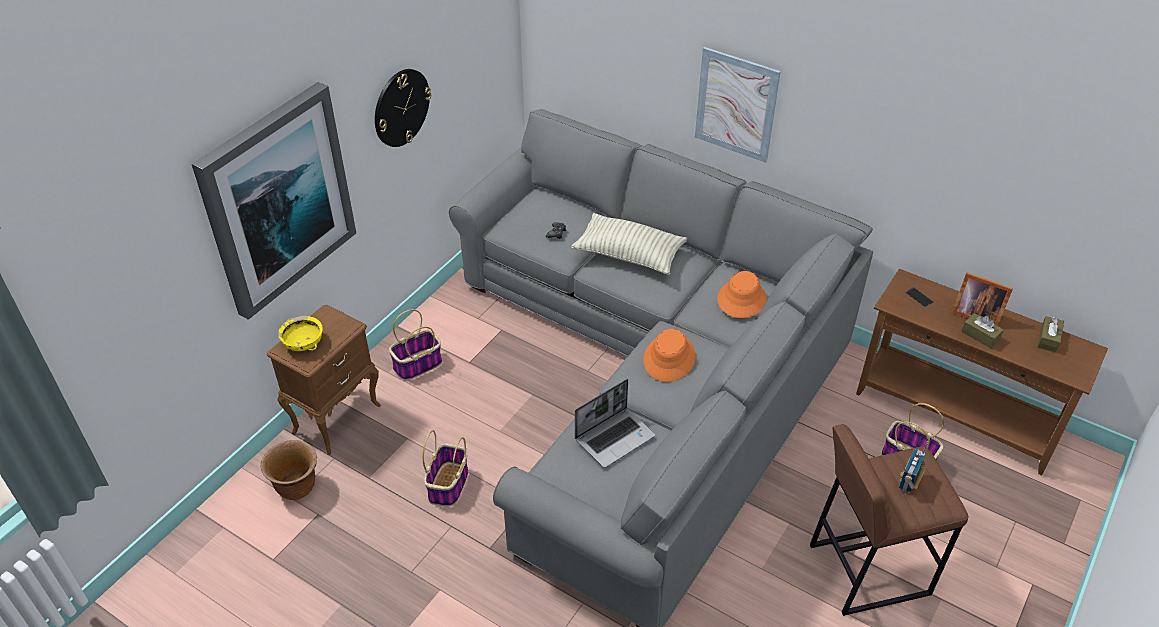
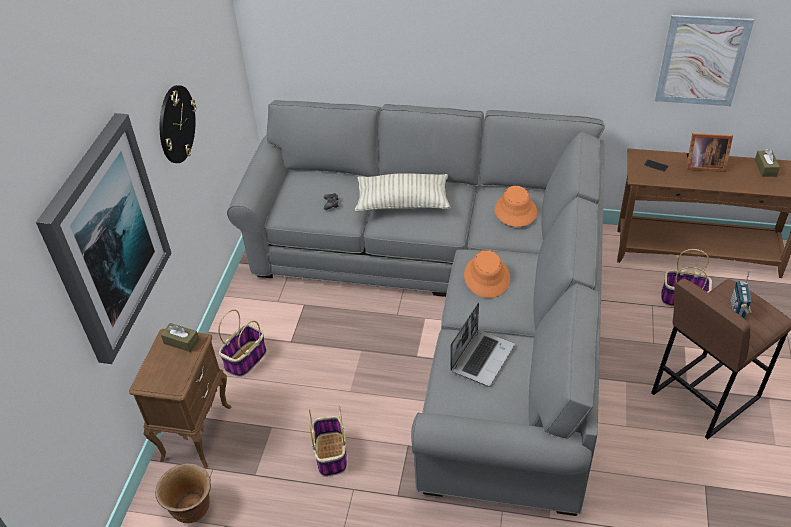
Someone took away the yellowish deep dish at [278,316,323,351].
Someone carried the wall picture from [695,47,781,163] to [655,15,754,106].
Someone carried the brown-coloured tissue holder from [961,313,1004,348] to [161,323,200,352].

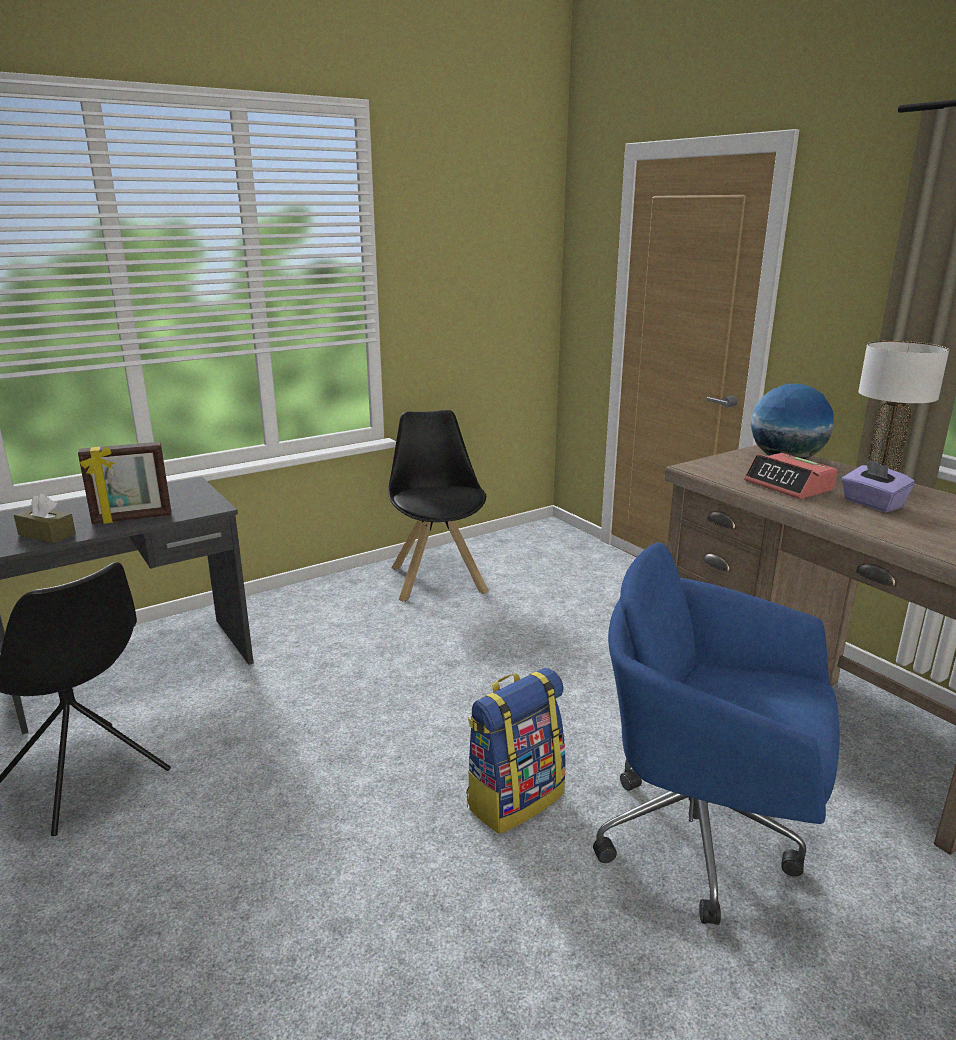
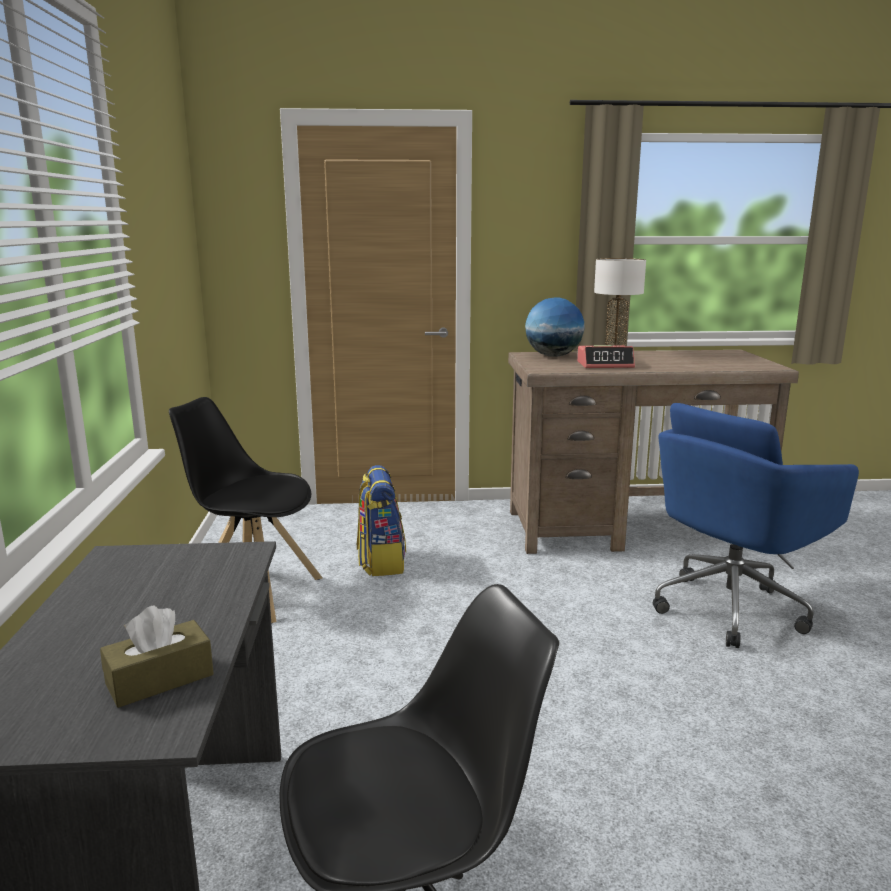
Someone took away the standing frame at [78,442,171,524].
Someone carried the rucksack from [466,668,566,834] to [357,465,406,576].
Someone took away the purple-coloured tissue holder at [841,459,915,512].

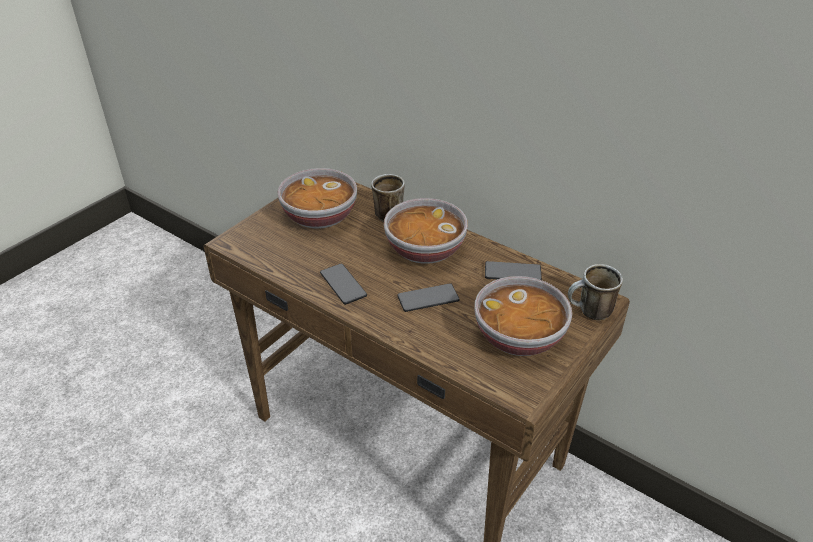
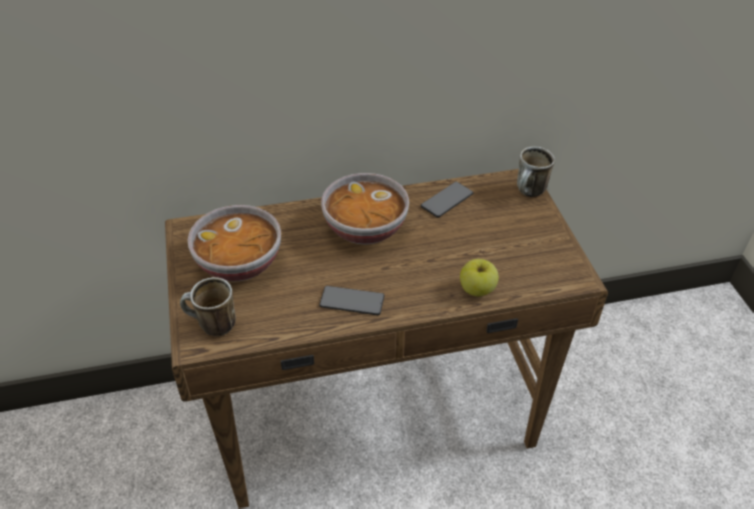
Someone carried the coffee mug from [371,174,405,222] to [180,277,236,336].
Someone took away the handset at [397,283,460,312].
Someone took away the deep dish at [474,276,572,356].
Someone put down the apple fruit at [460,259,499,297].

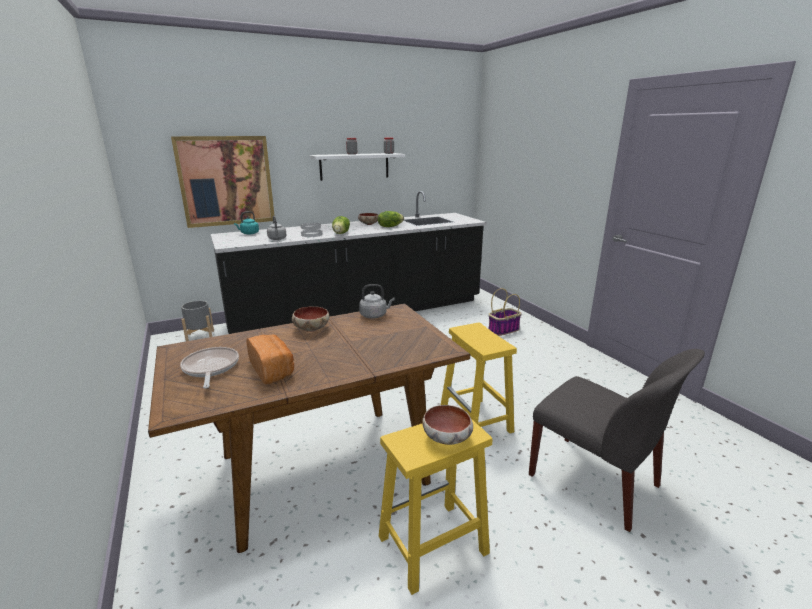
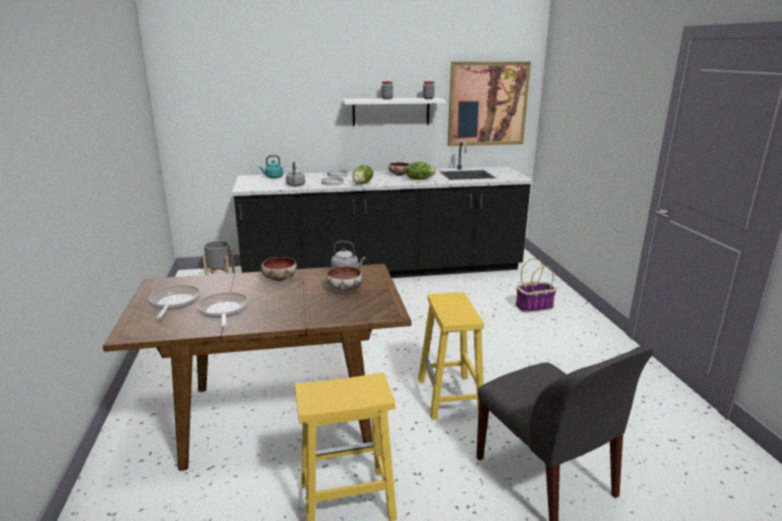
Someone carried the wall picture from [171,136,274,228] to [448,62,531,146].
Someone swapped the baked bread at [246,335,294,384] for the skillet at [197,292,249,327].
Someone carried the deep dish from [422,405,473,445] to [326,266,363,291].

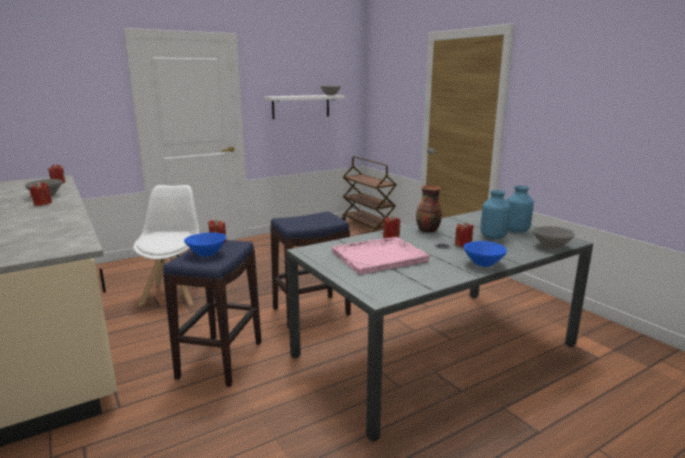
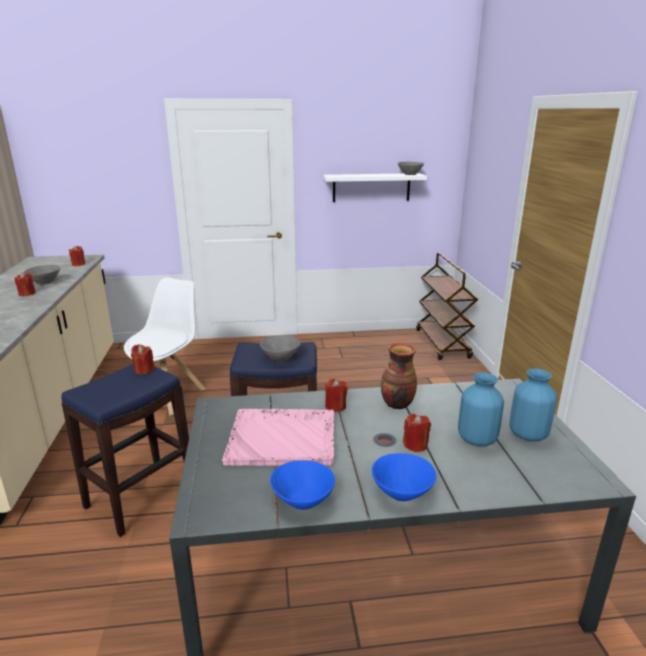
Someone carried the bluish deep dish from [184,232,226,256] to [270,460,335,510].
Someone carried the greyish deep dish from [533,226,575,249] to [260,335,301,362].

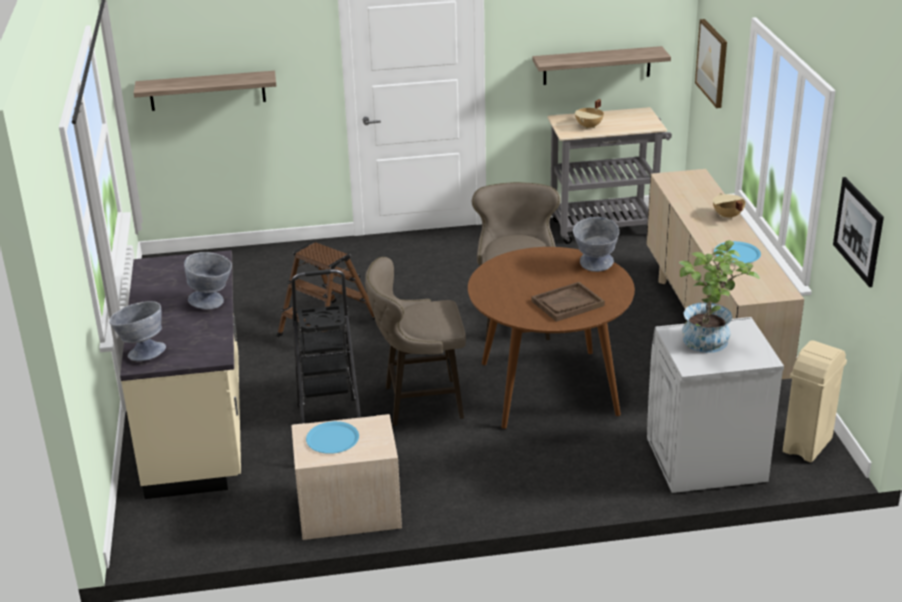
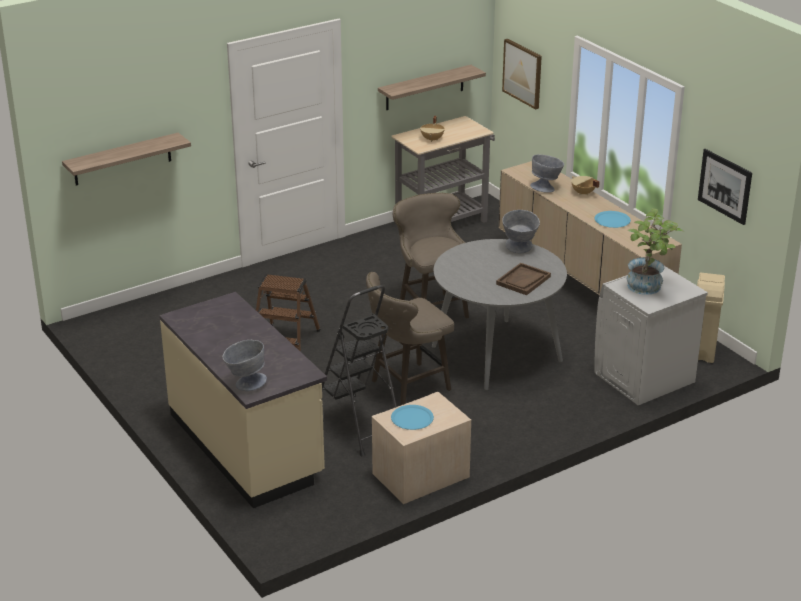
Someone carried the greyish deep dish from [184,252,232,310] to [530,154,564,193].
Someone repainted the brown-coloured dinner table at [468,247,635,429], which became the greyish dinner table at [432,239,567,390].

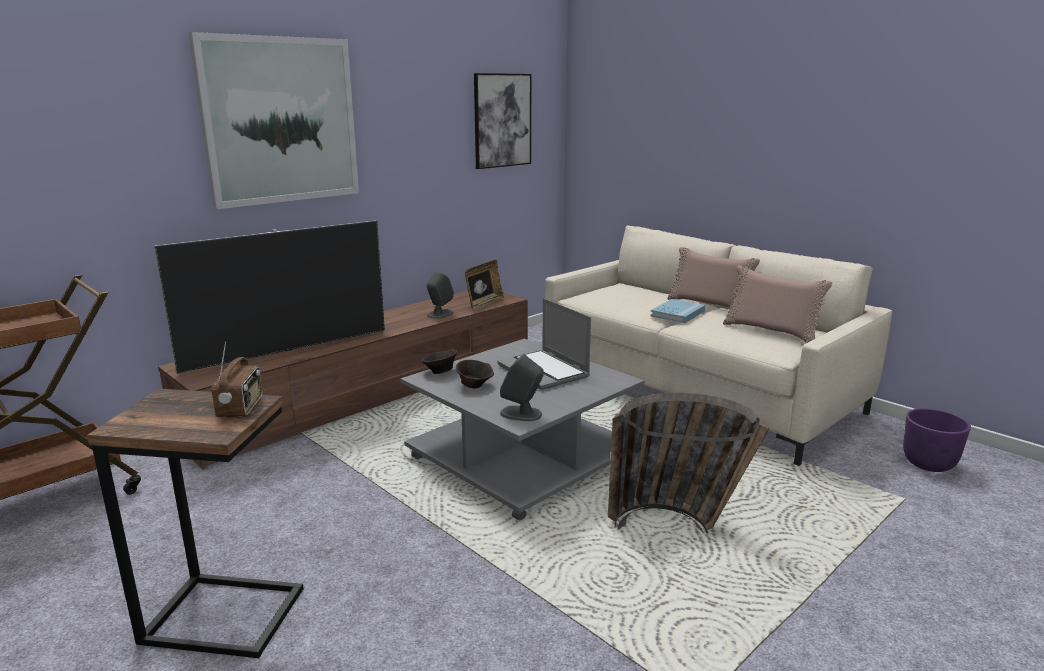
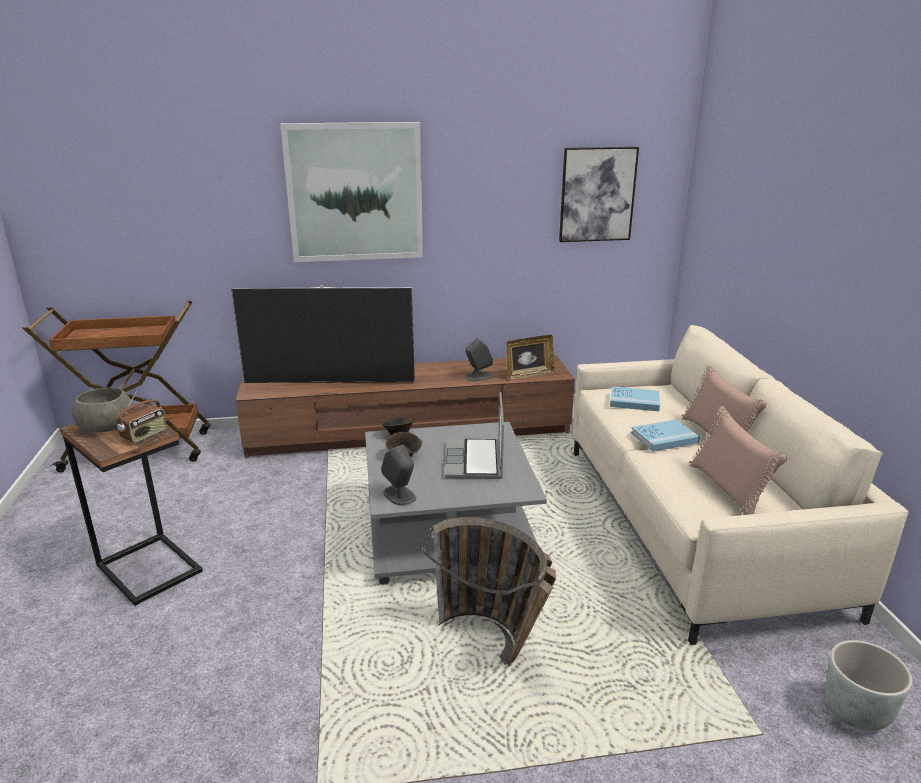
Someone repainted the purple-coloured planter at [903,408,971,472], which became the greyish planter at [825,640,912,731].
Someone put down the greyish deep dish at [72,387,133,433].
Someone put down the bluish book at [610,386,660,411].

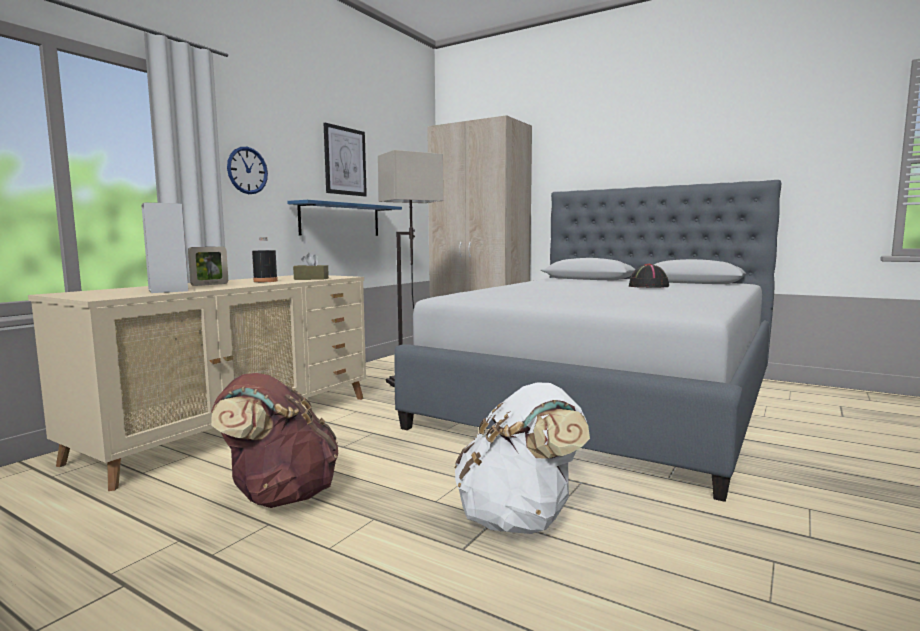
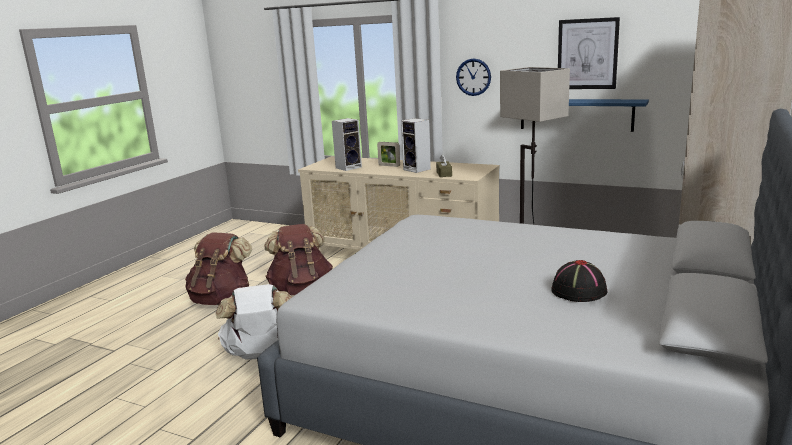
Someone swapped the black-coloured beverage bottle at [252,237,278,282] for the audio speaker at [401,118,431,173].
Someone put down the brown-coloured rucksack at [185,232,252,305].

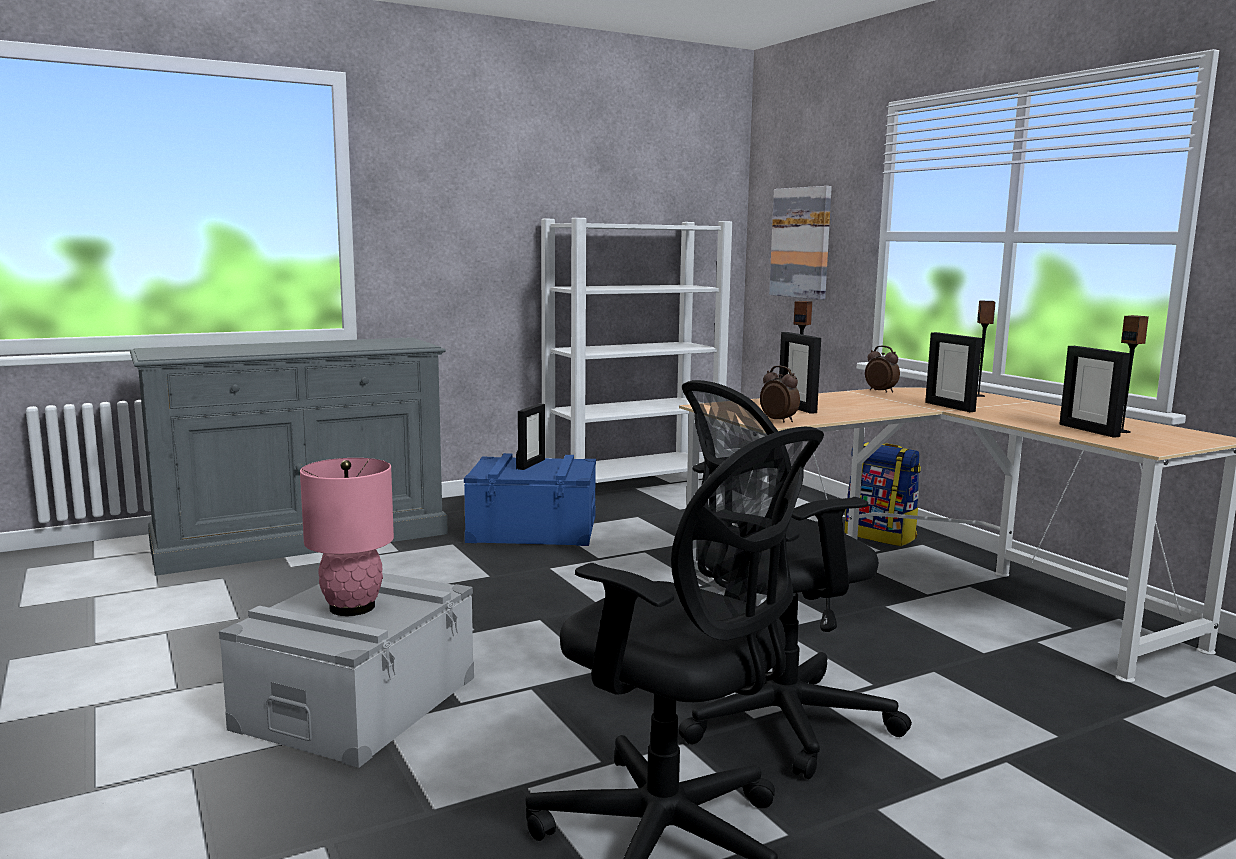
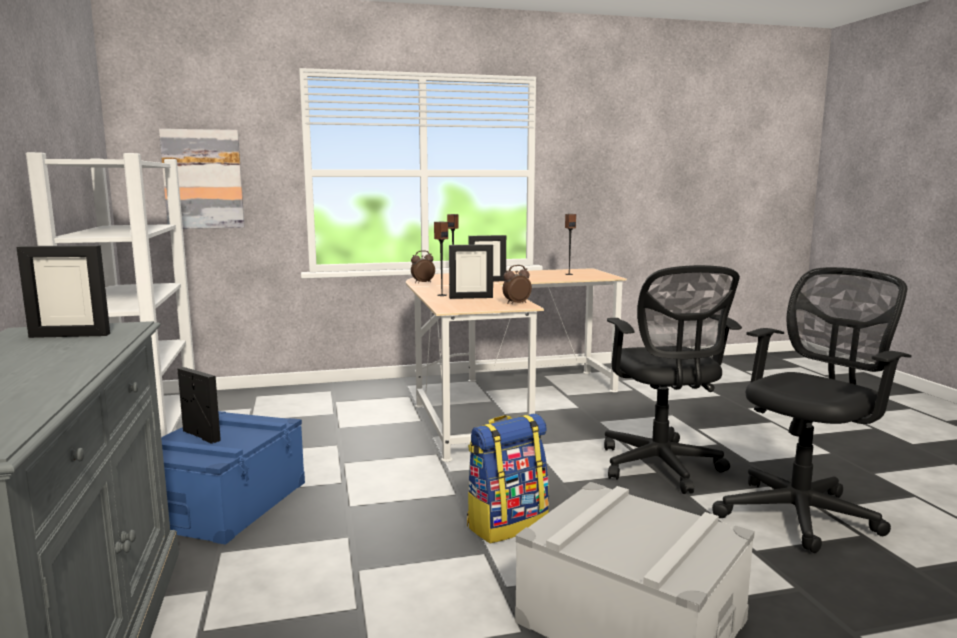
Someone took away the pink-coloured table lamp at [300,458,394,616].
Someone carried the rucksack from [845,442,921,546] to [467,414,549,543].
Someone carried the standing frame from [1059,346,1130,438] to [16,245,110,338].

